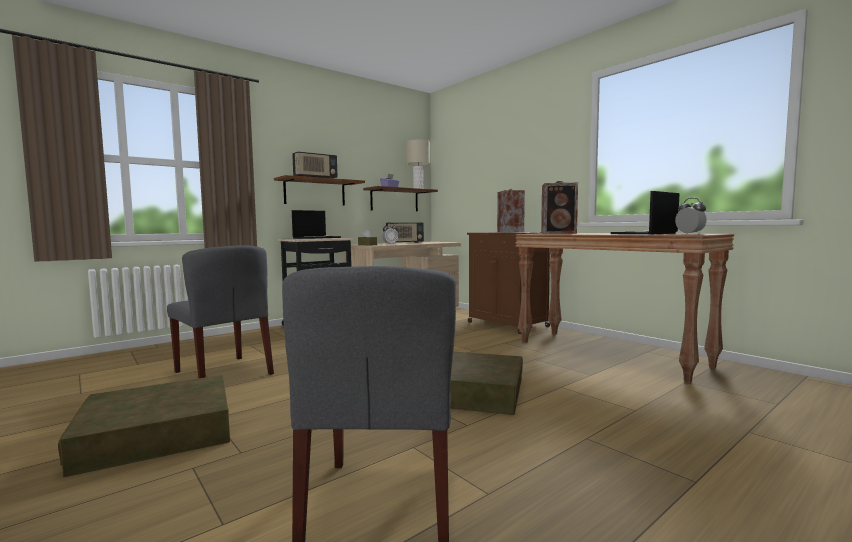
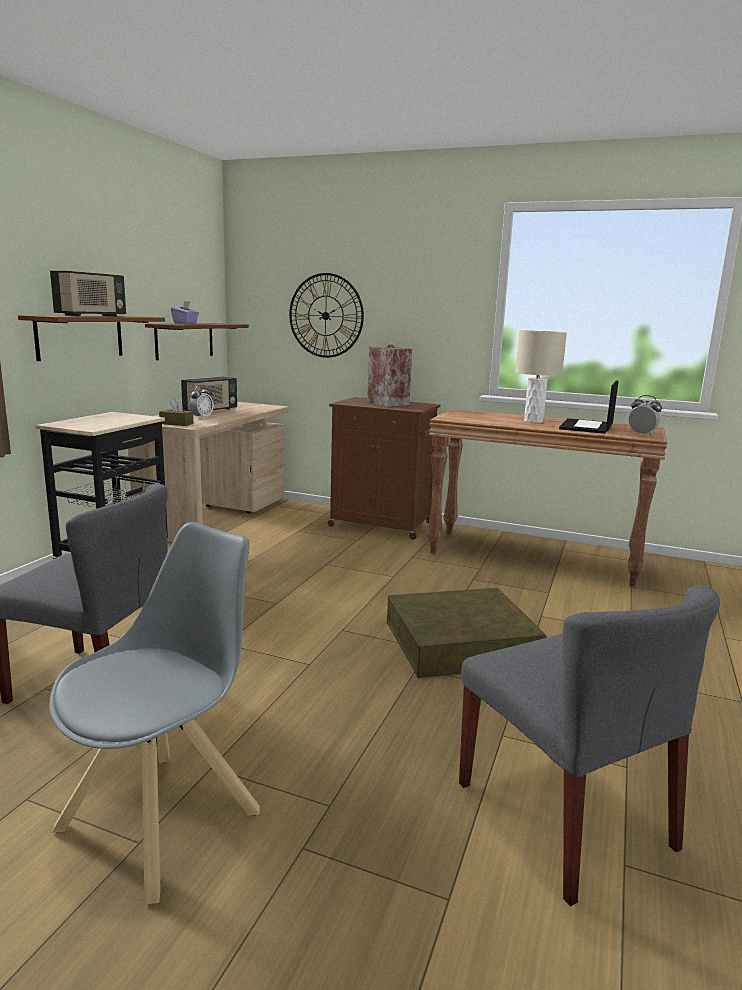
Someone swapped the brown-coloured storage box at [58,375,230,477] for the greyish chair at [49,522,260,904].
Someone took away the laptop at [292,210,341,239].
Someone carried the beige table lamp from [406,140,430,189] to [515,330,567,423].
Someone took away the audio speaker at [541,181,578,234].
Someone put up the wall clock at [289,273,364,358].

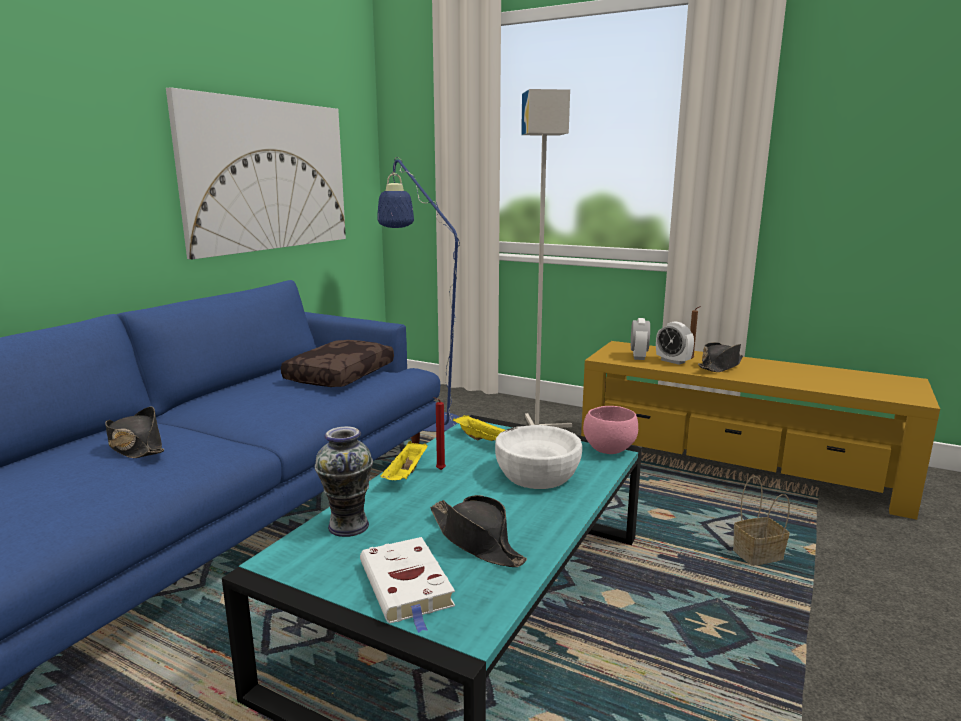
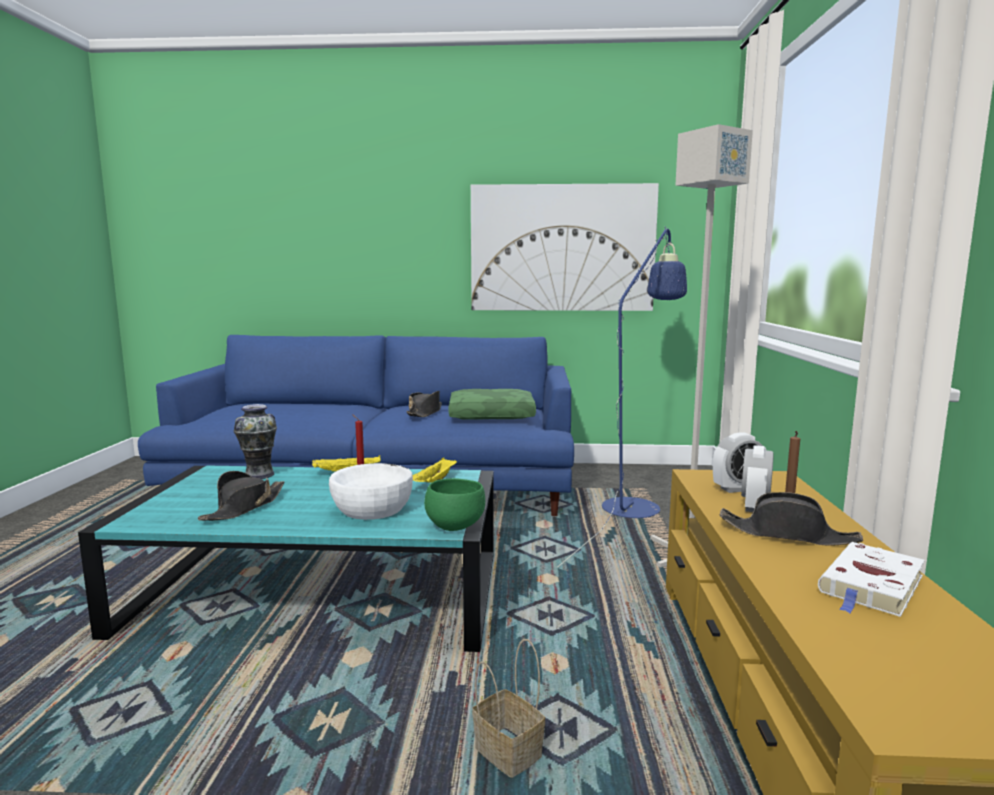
Someone carried the black-coloured wearable hat from [105,406,164,458] to [406,391,442,417].
Someone repainted the brown-coloured pillow at [281,340,394,387], which became the green-coloured pillow at [449,389,536,420].
Someone carried the white book from [360,537,455,633] to [818,542,925,617].
Someone repainted the pink-coloured deep dish at [583,406,638,454], which became the green-coloured deep dish at [424,478,485,531].

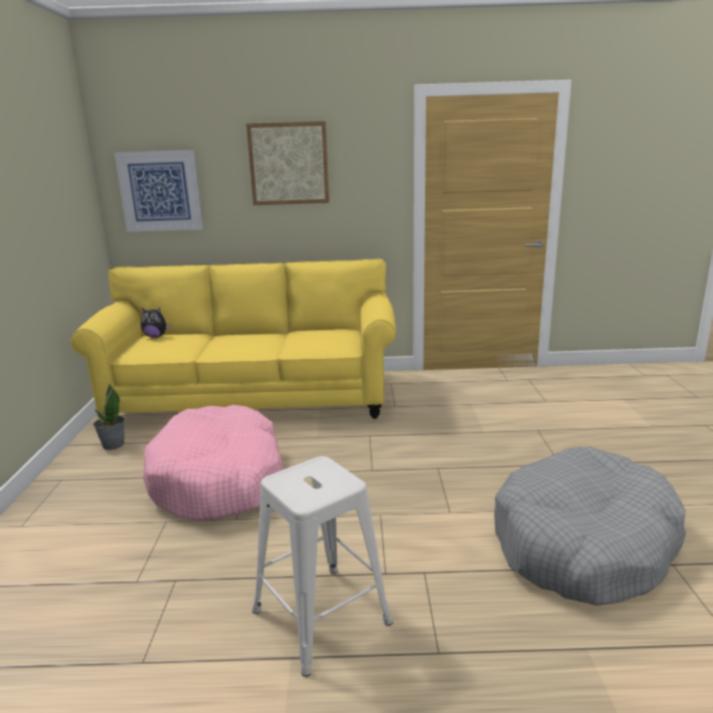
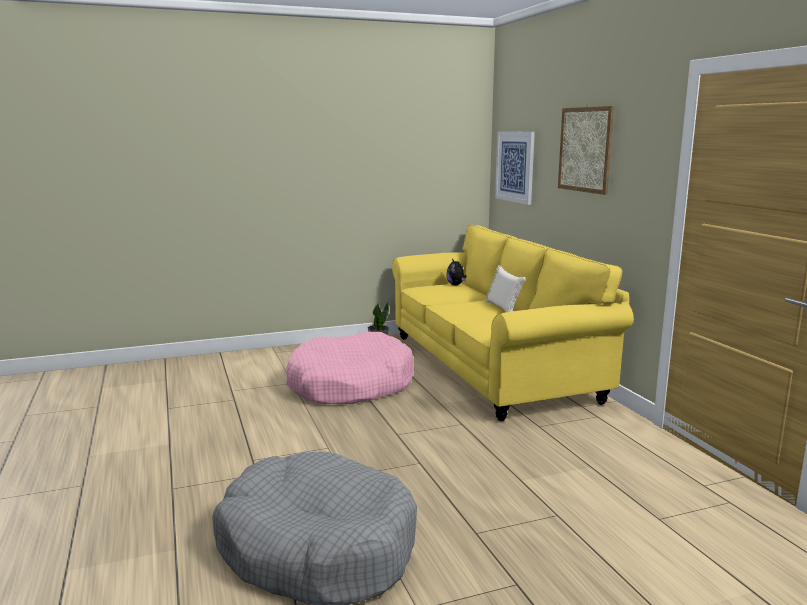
Someone took away the white stool seat at [252,456,393,677].
Someone put down the white pillow at [484,265,526,312].

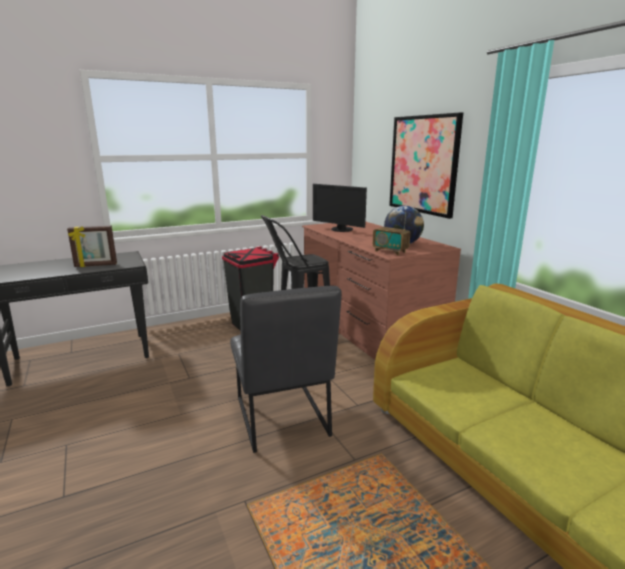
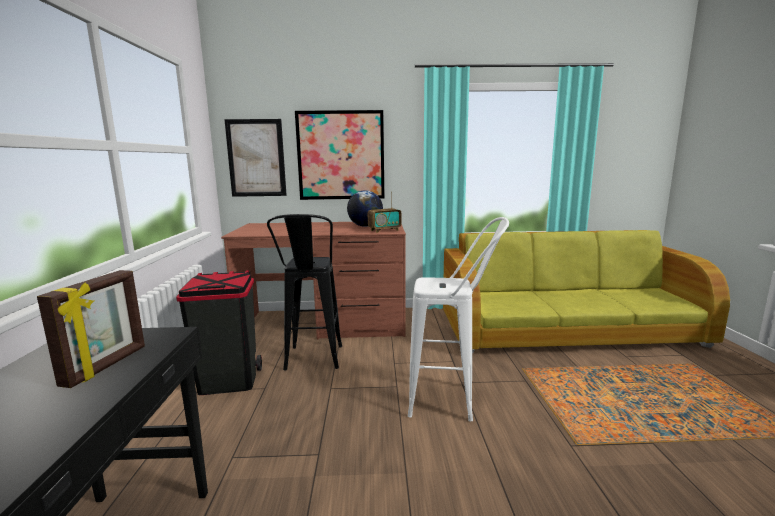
Someone swapped the greyish chair at [230,286,342,453] for the white stool seat at [408,217,509,422].
Someone took away the monitor at [313,184,367,232].
Someone put up the wall picture at [224,119,287,197].

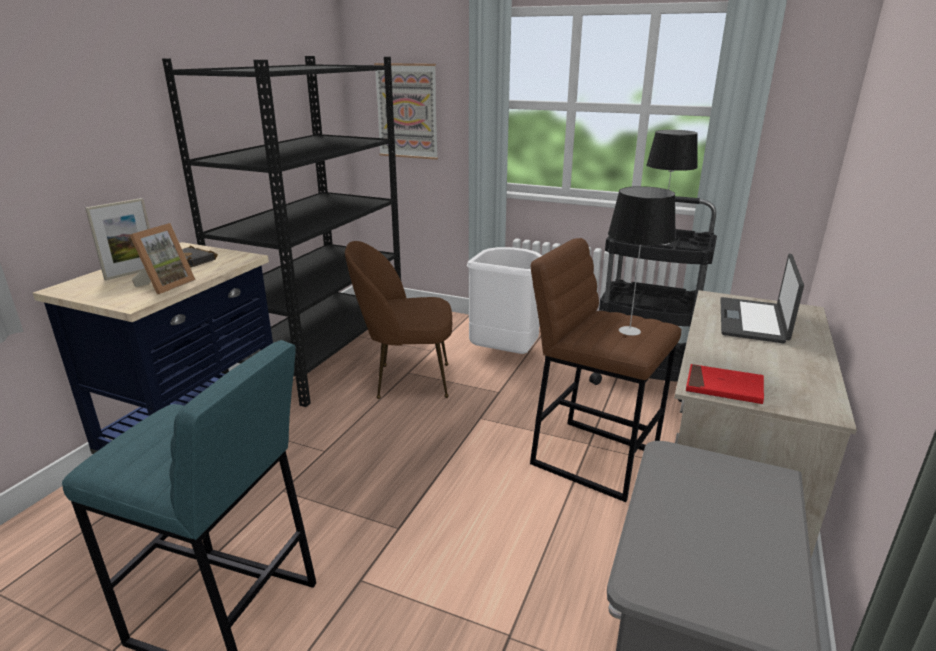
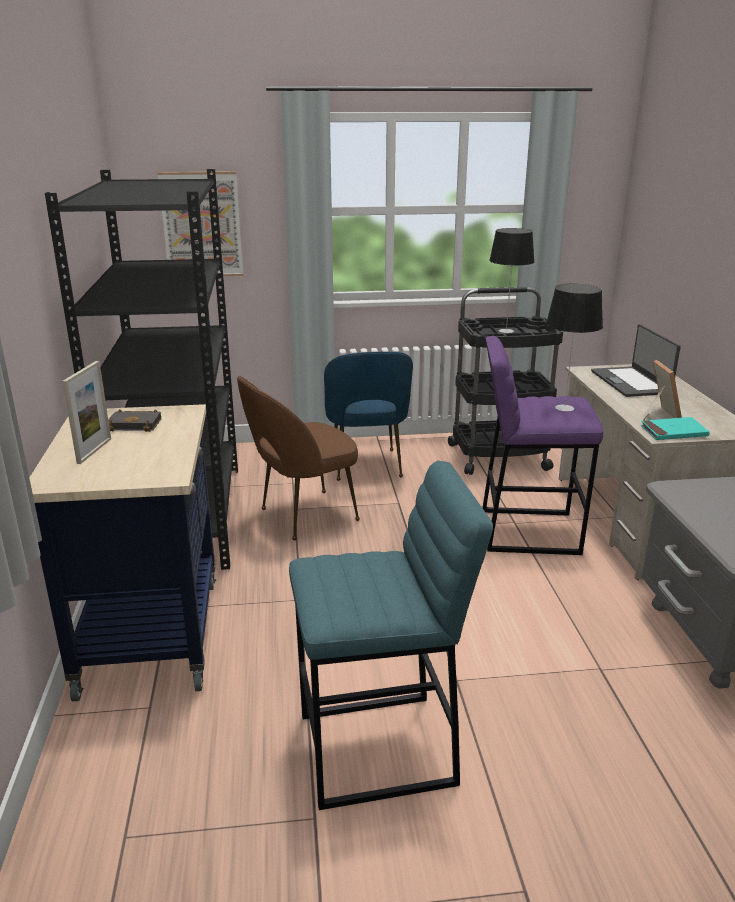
Someone carried the standing frame from [130,223,196,295] to [643,360,682,420].
Someone swapped the white waste bin at [467,247,542,354] for the bluish chair at [324,352,413,481].
Someone repainted the brown-coloured stool seat at [530,238,681,502], which became the purple-coloured stool seat at [482,336,603,555].
Someone repainted the red-coloured book at [686,364,764,404], which became the turquoise-coloured book at [641,417,710,440].

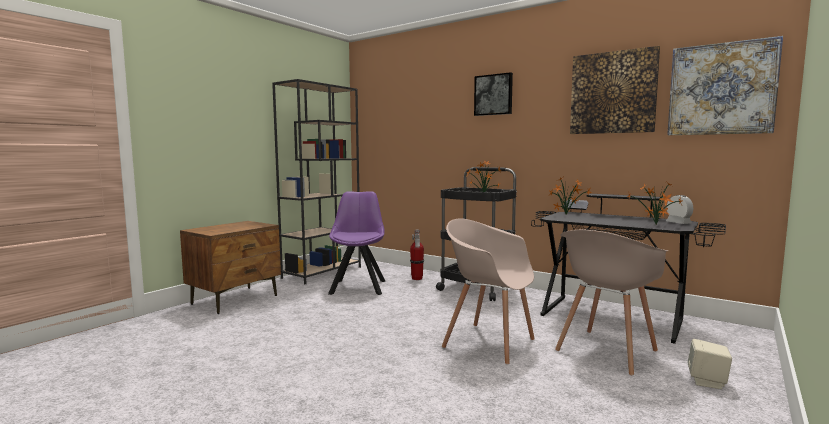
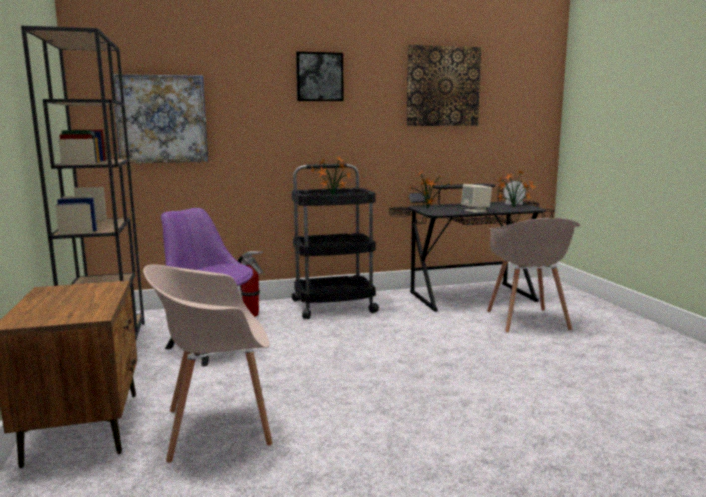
Someone carried the beige chair from [442,218,535,364] to [143,265,273,463].
Someone carried the wall picture from [667,36,783,135] to [113,74,208,164].
Someone carried the beige audio speaker from [687,339,732,389] to [461,184,492,213].

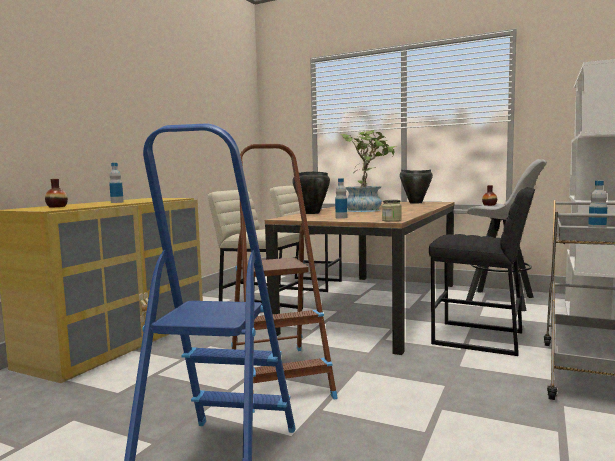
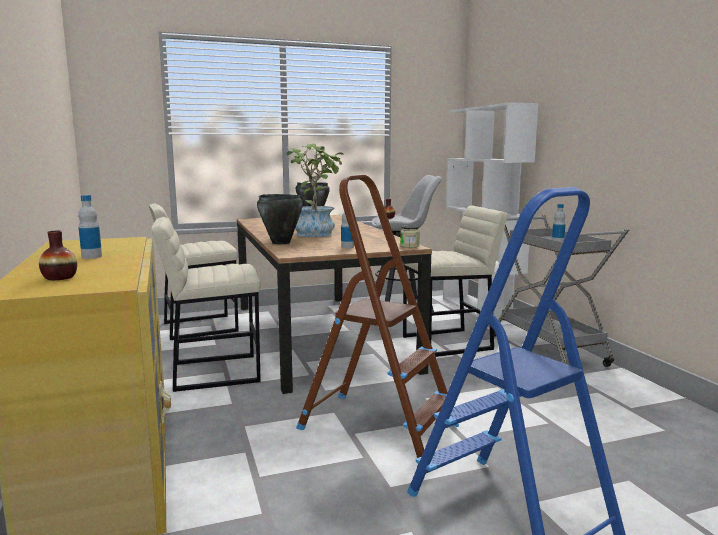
Someone repainted the black-coloured chair at [429,187,535,356], which became the beige chair at [403,206,507,357].

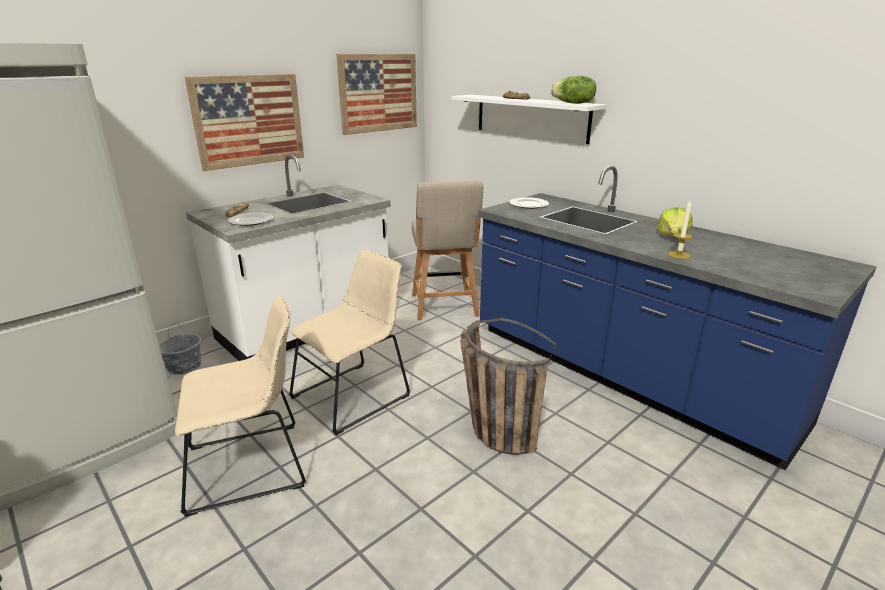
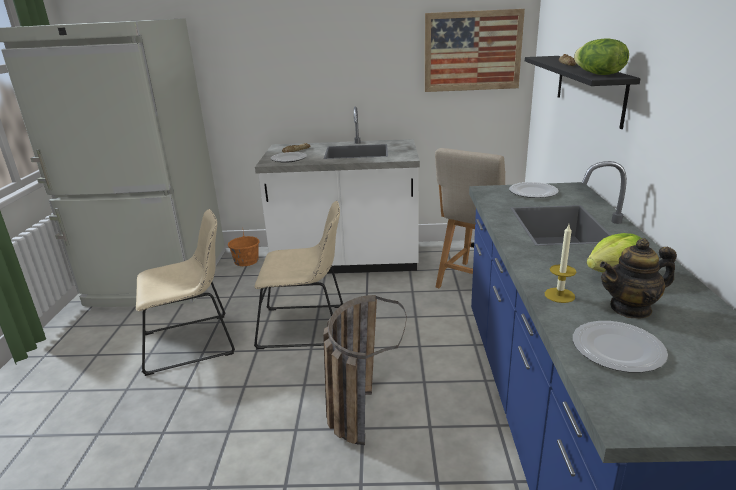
Someone repainted the greyish pail at [159,323,201,375], which became the orangey pail at [228,233,259,266].
Someone rotated the beige chair at [175,296,306,517] by 45 degrees counterclockwise.
Someone took away the wall picture at [185,74,304,171].
Someone repainted the white bracket shelf at [451,95,607,144], which became the black-coloured bracket shelf at [525,56,641,129].
Someone put down the plate at [573,321,668,373].
Someone put down the pot for tea at [600,238,677,319].

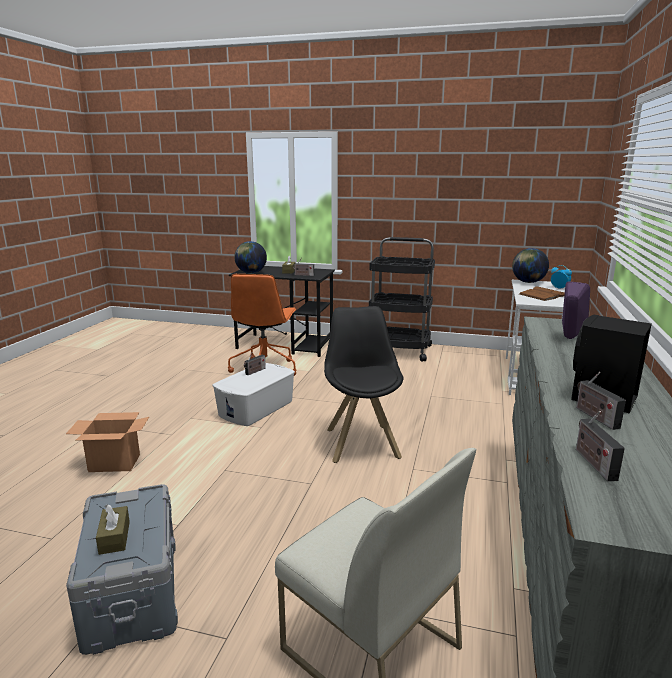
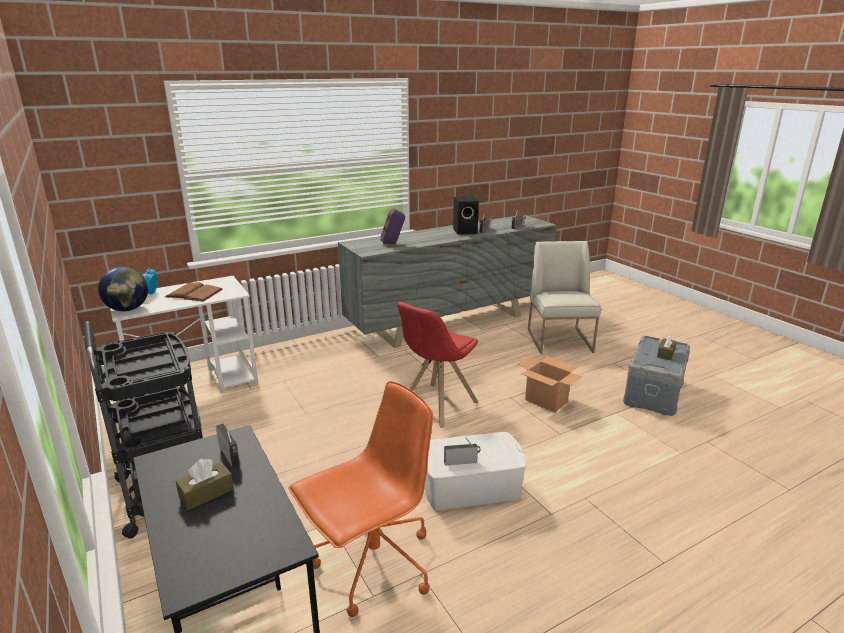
Someone carried the cardboard box from [66,412,149,472] to [518,356,583,412].
Someone took away the world globe at [234,241,267,273].
Someone repainted the black-coloured chair at [324,306,404,463], which became the red-coloured chair at [397,302,478,428].

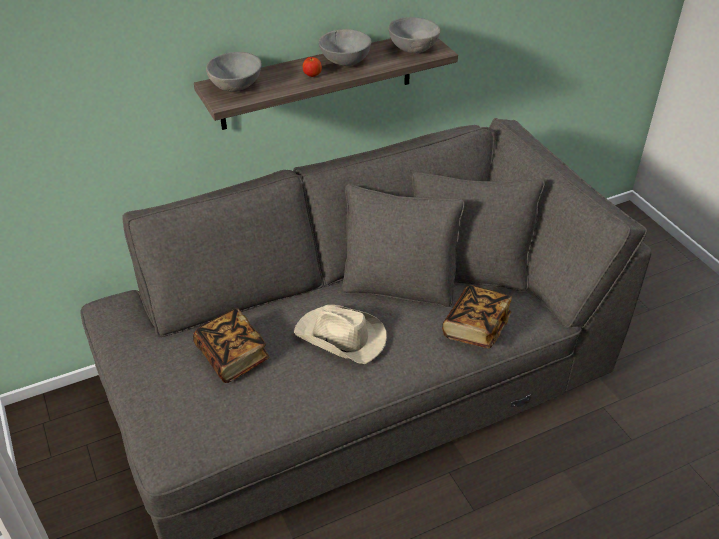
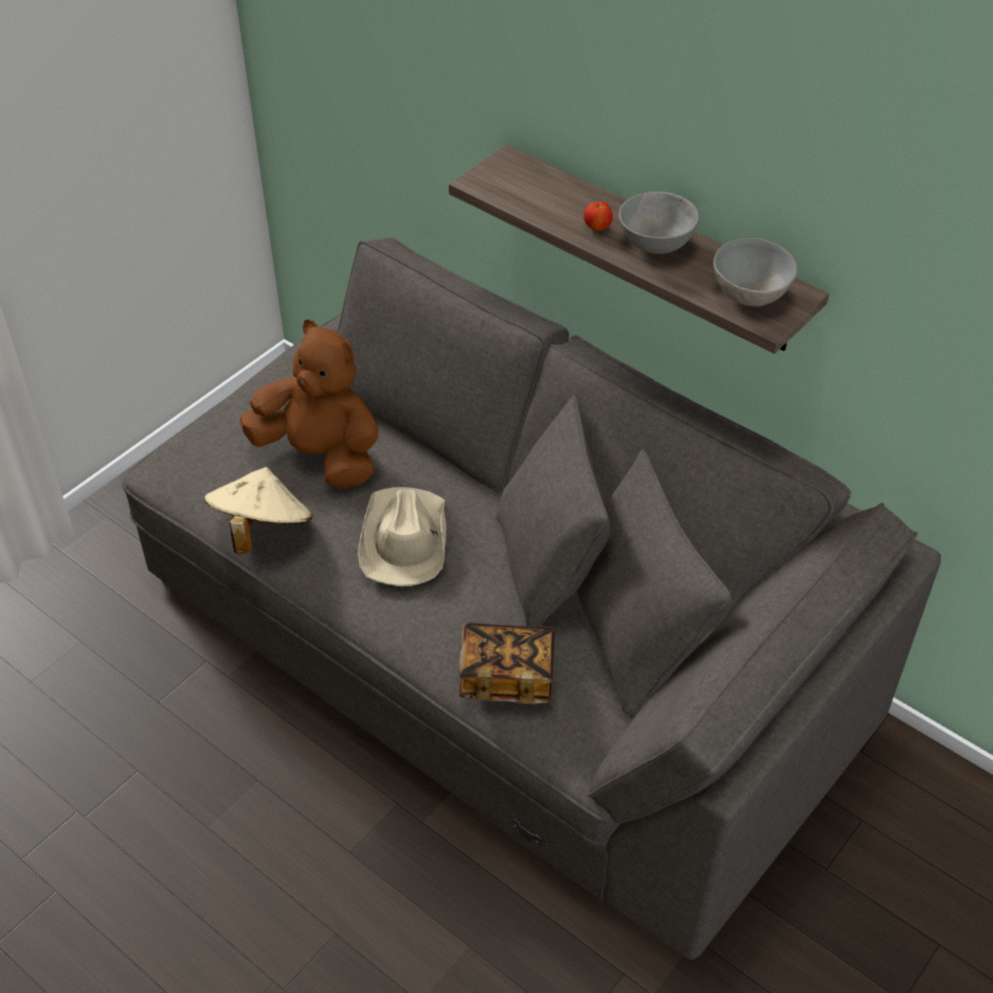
Someone swapped the book at [193,308,269,383] for the brown-coloured plush toy at [240,319,378,488].
Someone took away the greyish deep dish at [206,52,262,92].
Someone put down the beige wearable hat at [204,467,312,555].

